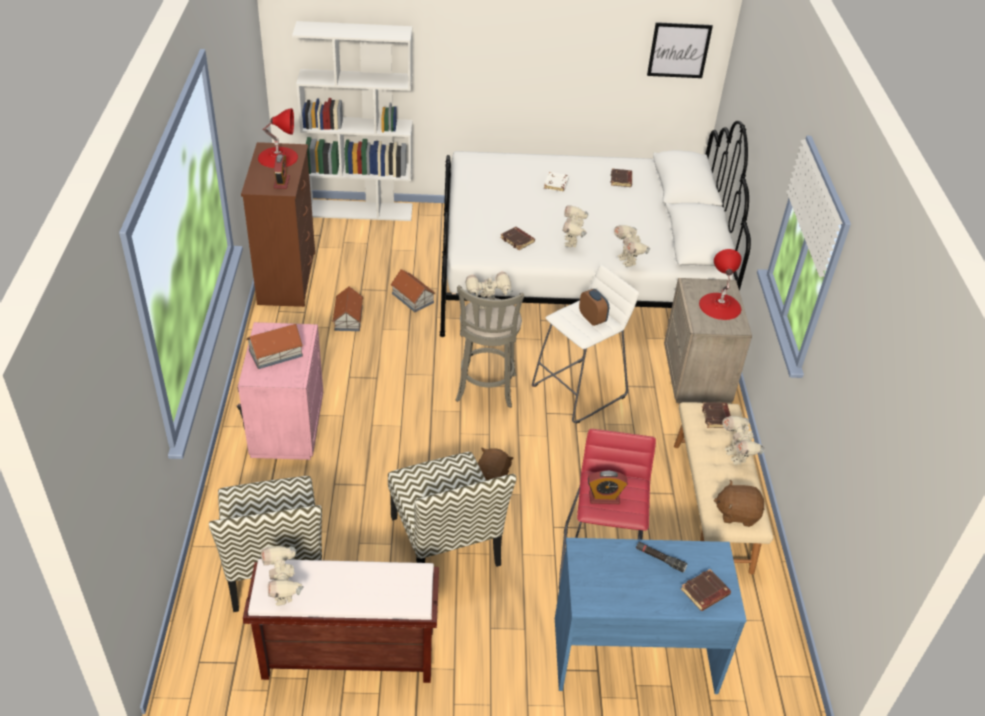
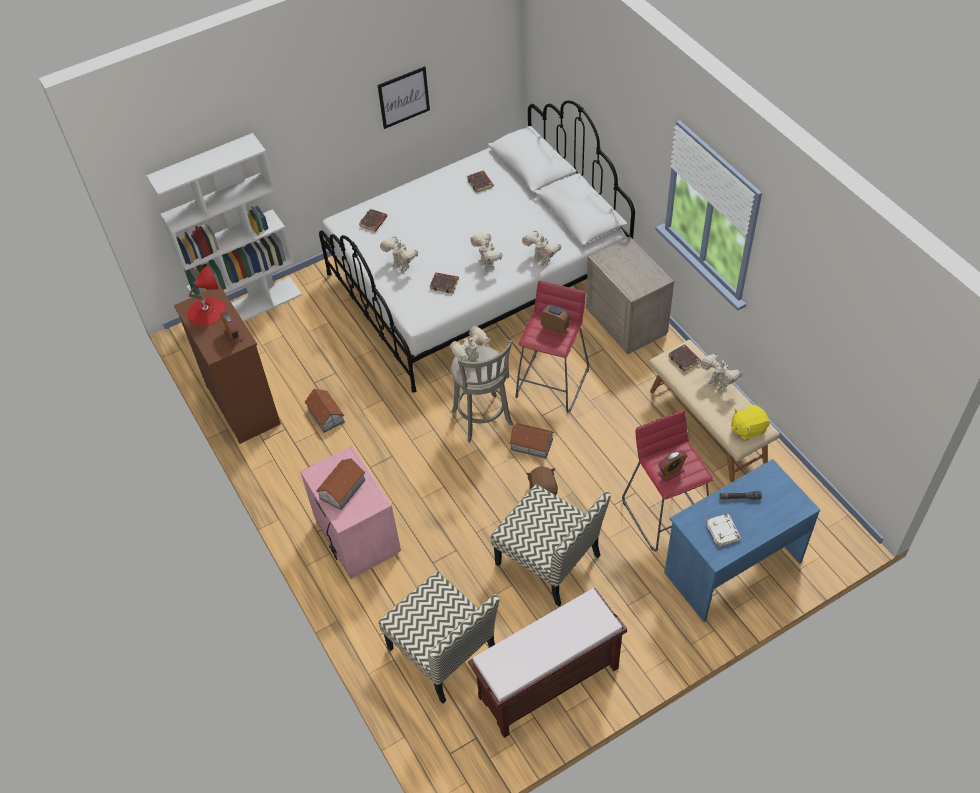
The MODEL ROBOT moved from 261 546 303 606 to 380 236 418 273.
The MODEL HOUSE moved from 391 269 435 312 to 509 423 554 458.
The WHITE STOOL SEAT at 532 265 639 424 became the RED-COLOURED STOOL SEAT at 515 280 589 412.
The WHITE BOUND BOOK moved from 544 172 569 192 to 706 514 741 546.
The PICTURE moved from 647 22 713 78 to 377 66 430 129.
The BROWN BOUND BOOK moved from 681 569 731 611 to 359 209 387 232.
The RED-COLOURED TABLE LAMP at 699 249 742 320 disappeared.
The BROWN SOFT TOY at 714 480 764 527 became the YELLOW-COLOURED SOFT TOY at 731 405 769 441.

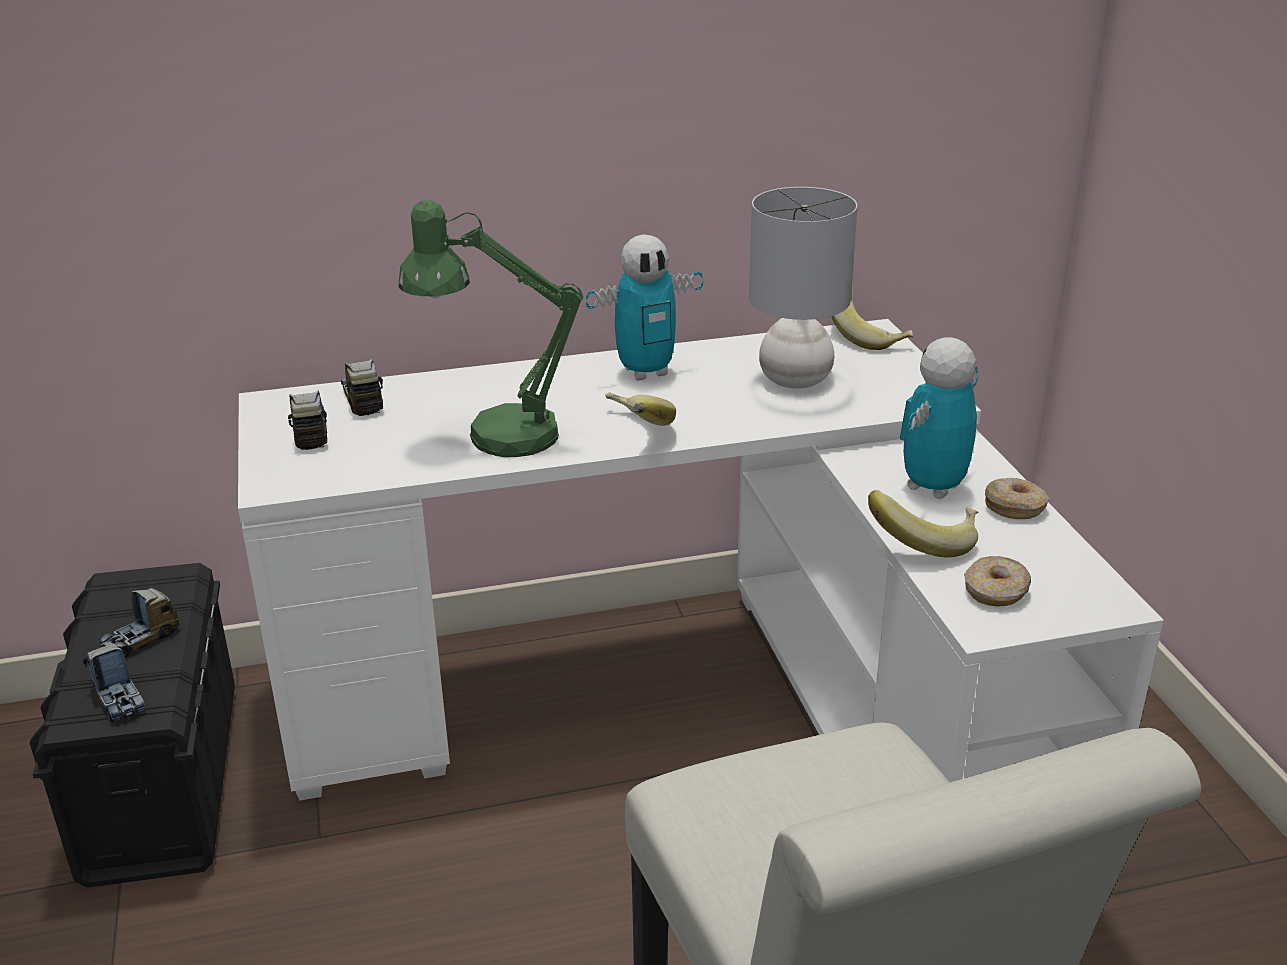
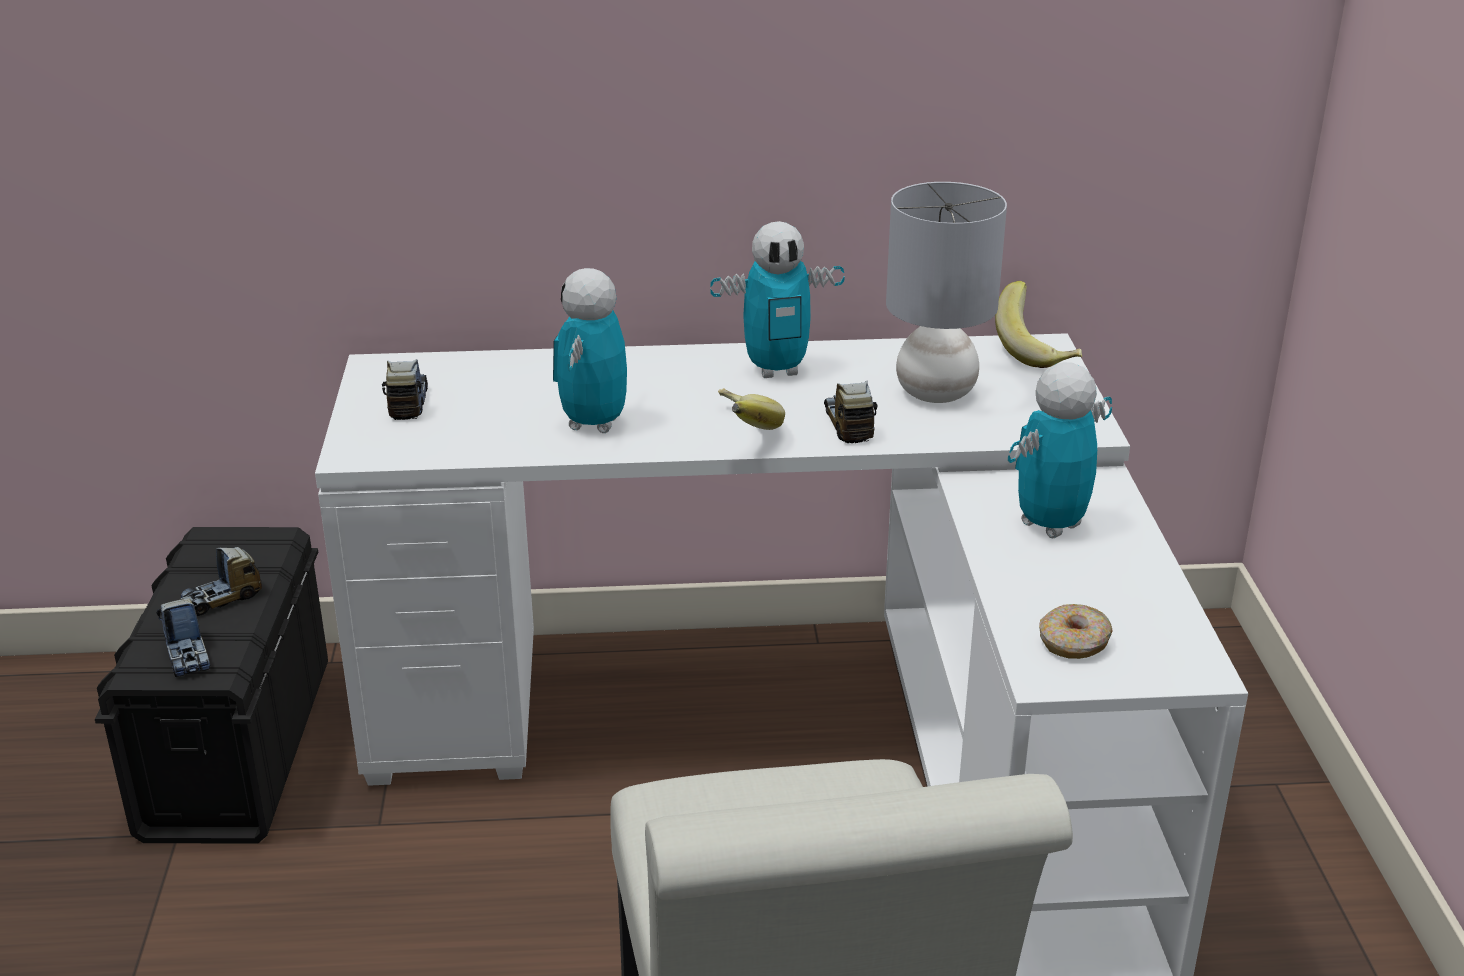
The MODEL TRUCK moved from 341 359 383 416 to 824 380 877 443.
The GREEN-COLOURED TABLE LAMP at 399 200 583 457 was replaced by the MODEL ROBOT at 553 268 627 433.
The WHOLE BANANA at 868 490 978 557 disappeared.
The DONUT at 985 478 1049 519 disappeared.

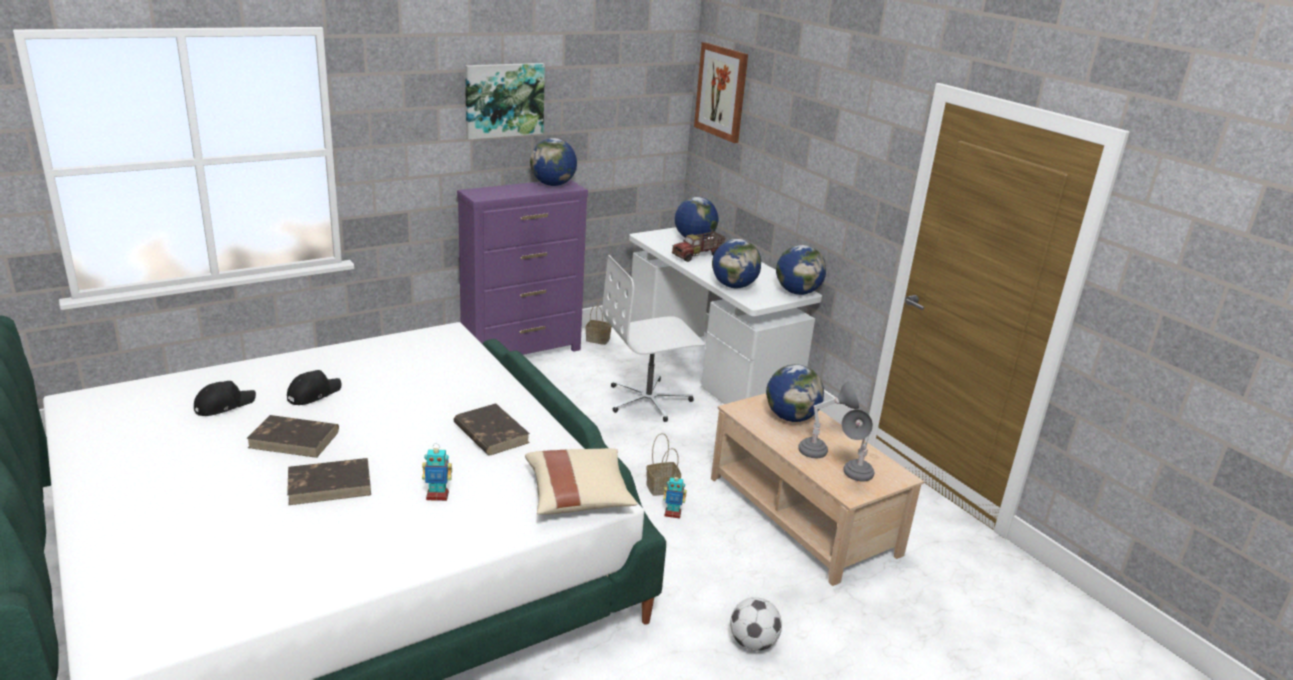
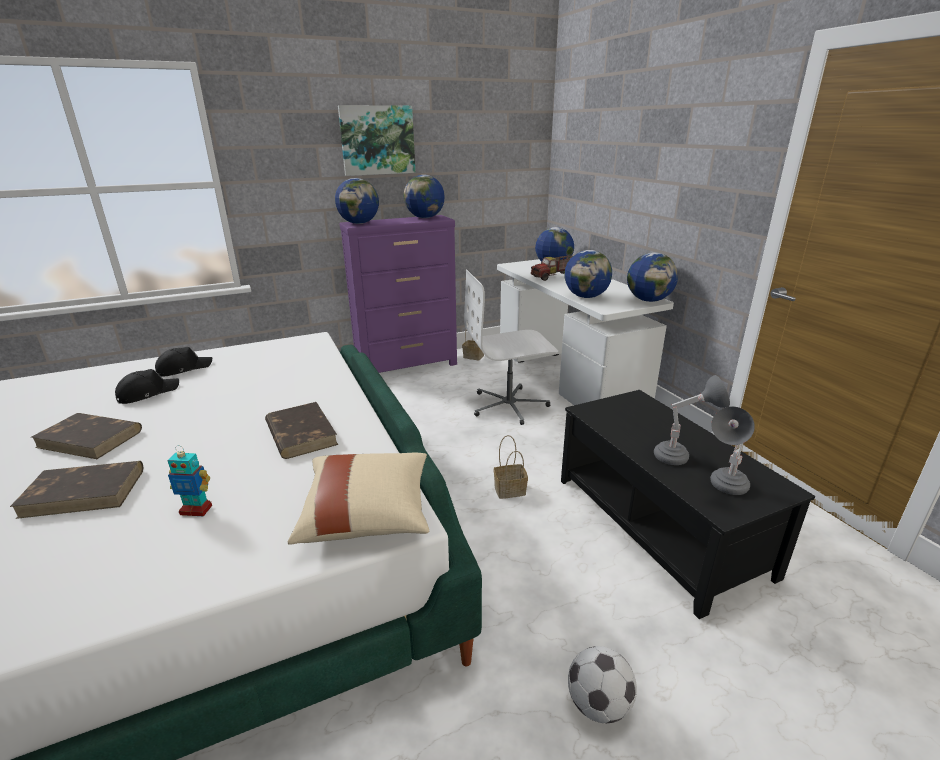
The BLACKISH CAP moved from 194 381 256 416 to 155 347 212 376.
The MODEL ROBOT at 663 474 687 519 disappeared.
The PICTURE at 694 42 748 143 disappeared.
The BEIGE-COLOURED LOW TABLE at 711 393 924 586 became the BLACKISH LOW TABLE at 561 390 815 619.
The WORLD GLOBE moved from 766 364 824 422 to 335 178 379 224.

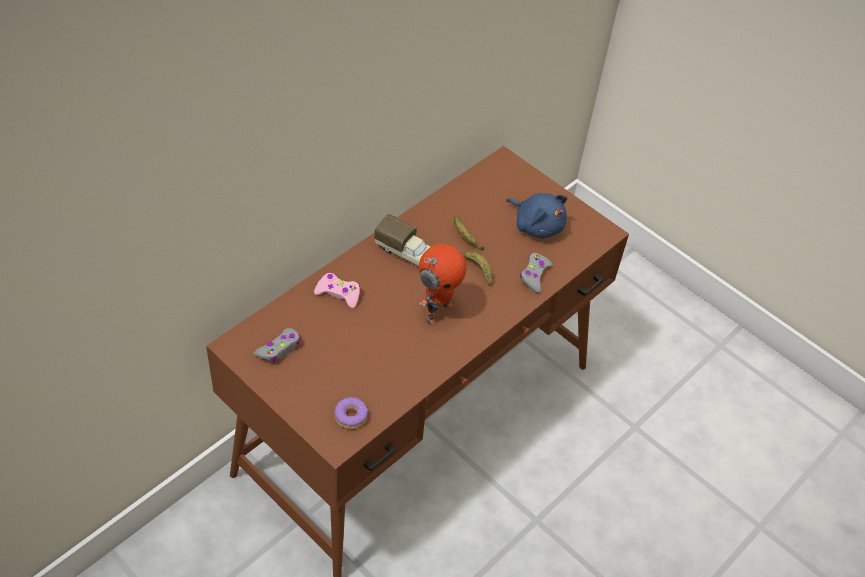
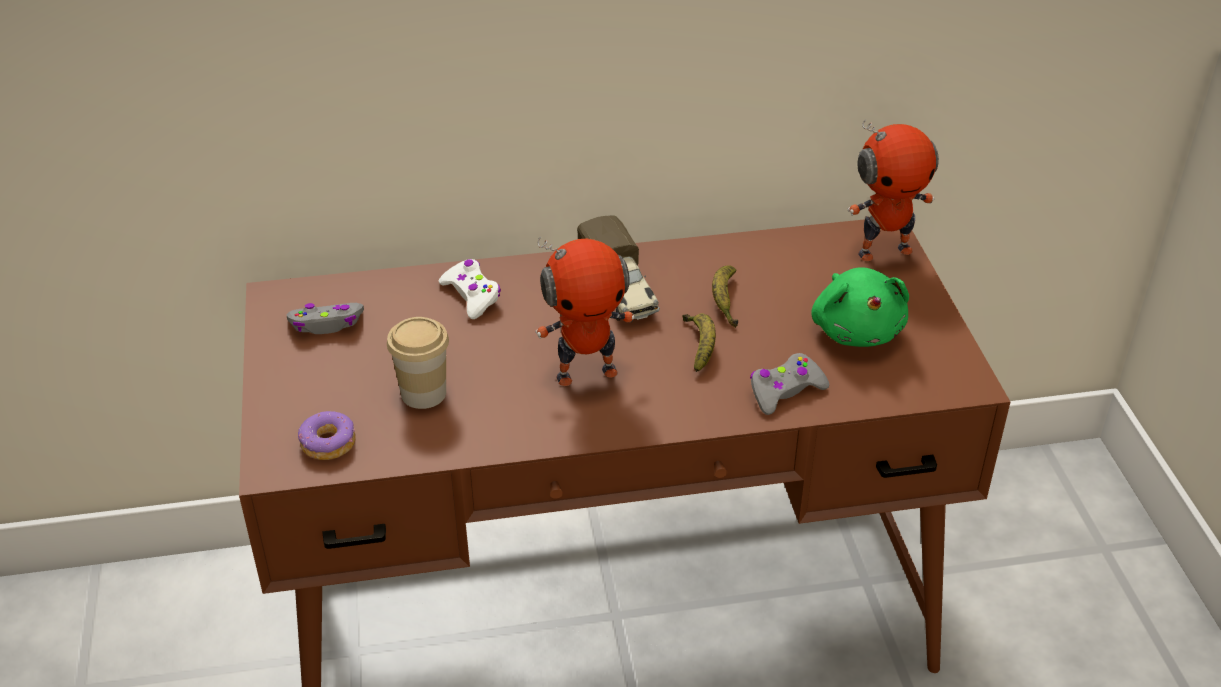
The PINK GAMEPAD at 314 273 360 308 became the WHITE GAMEPAD at 439 259 501 319.
The BLUE-COLOURED SOFT TOY at 506 193 567 238 became the GREEN-COLOURED SOFT TOY at 811 267 909 347.
The DRINKING CUP at 387 317 449 409 appeared.
The MODEL ROBOT at 847 119 939 261 appeared.

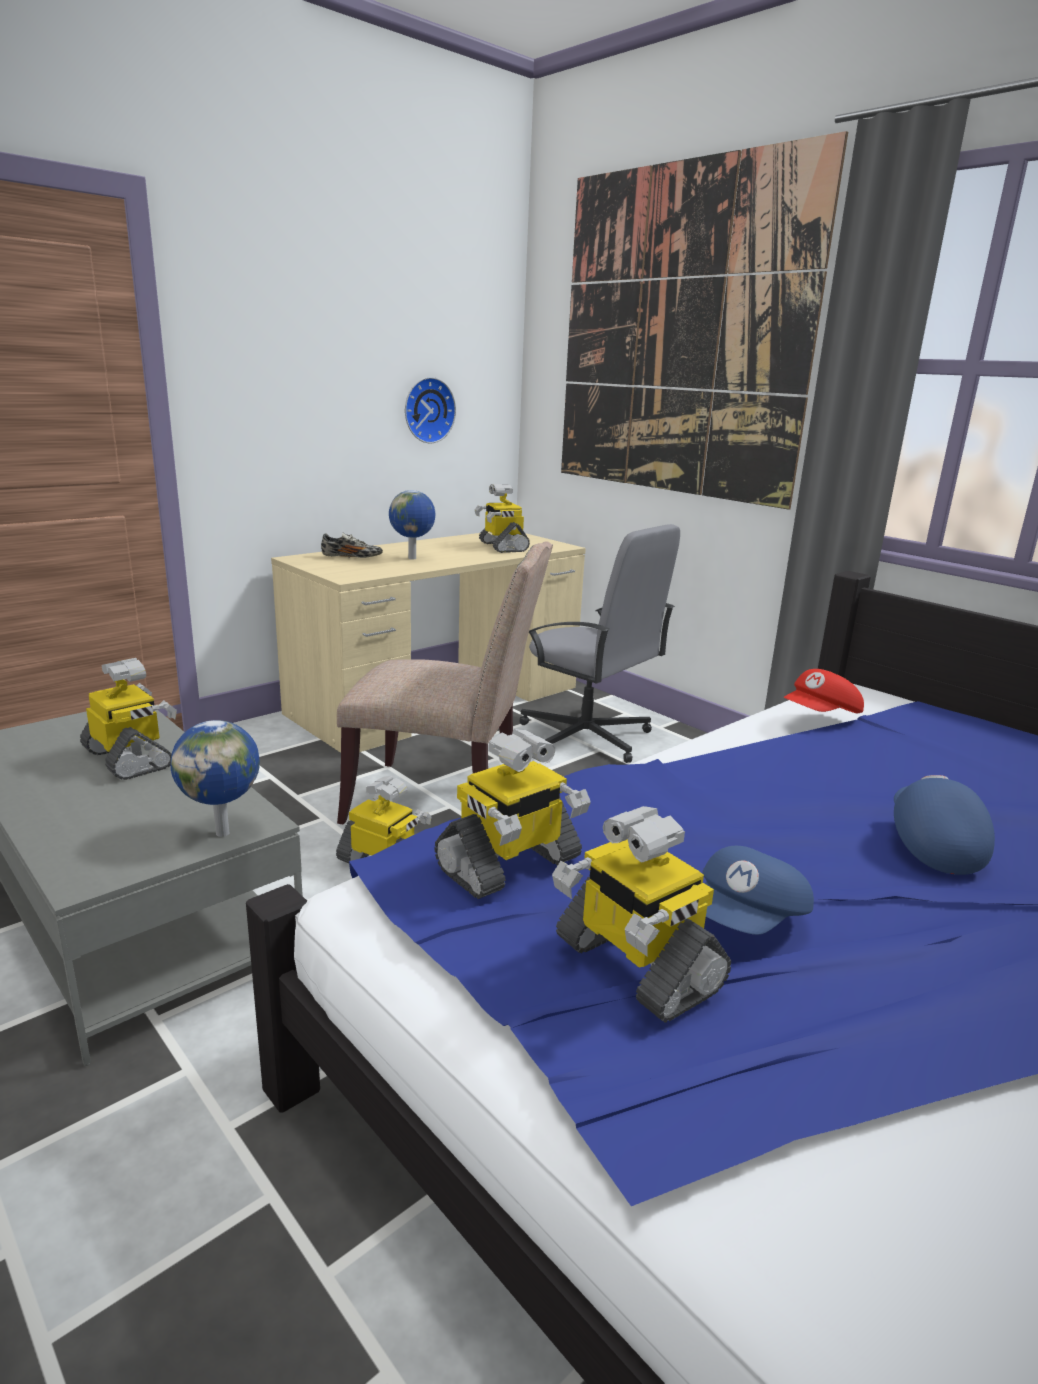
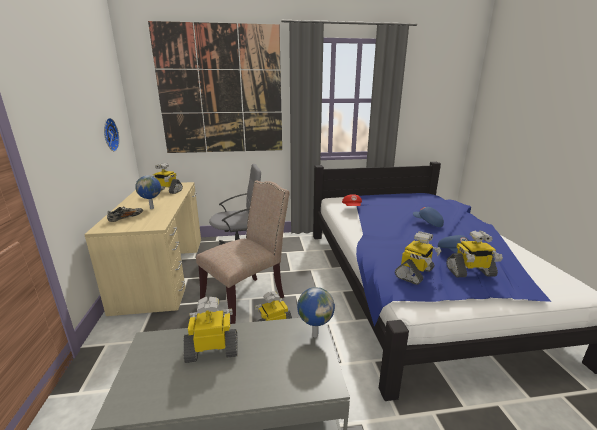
The MODEL ROBOT at 435 729 591 899 turned 45 degrees clockwise.

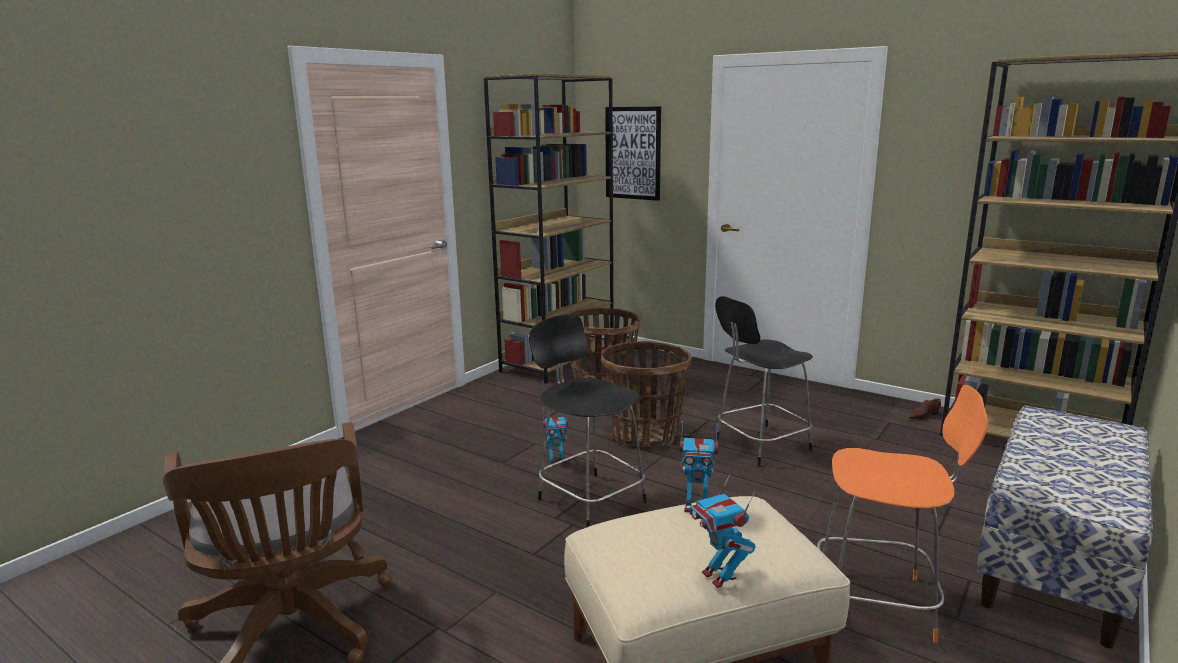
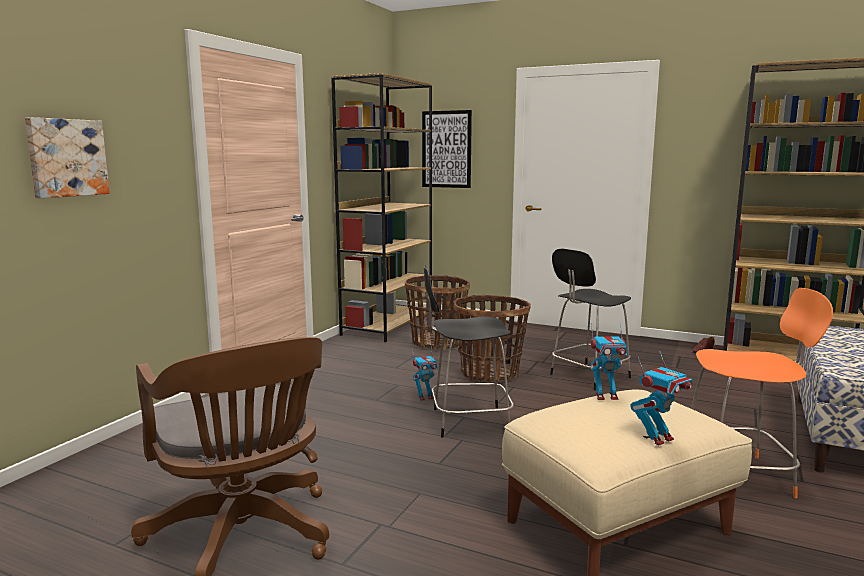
The BLACKISH CHAIR at 529 314 647 528 turned 45 degrees counterclockwise.
The MODEL ROBOT at 690 475 755 588 turned 90 degrees counterclockwise.
The PICTURE at 25 117 110 198 appeared.

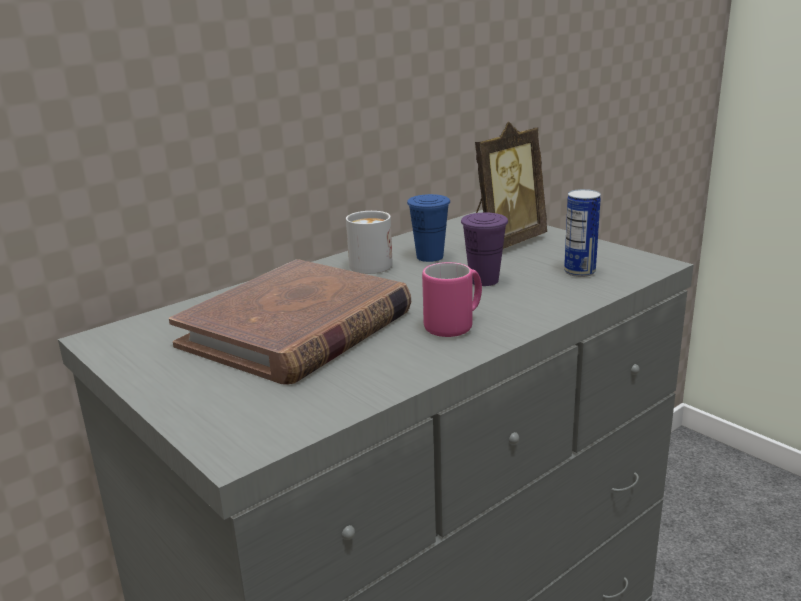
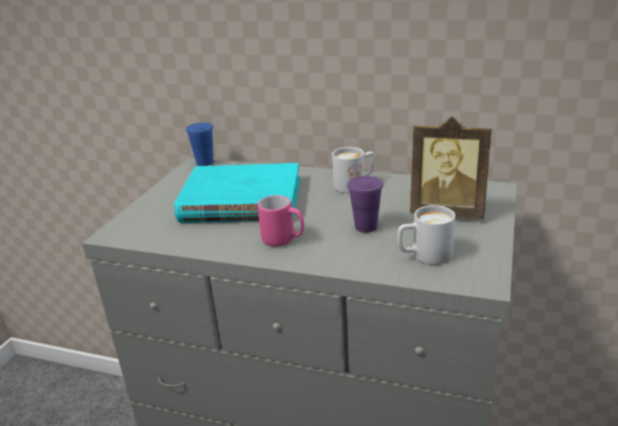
The BROWN BOUND BOOK at 169 259 412 384 became the TURQUOISE BOUND BOOK at 174 163 300 223.
The BLUE-COLOURED DRINKING CUP moved from 407 194 450 262 to 186 123 213 166.
The METAL CAN at 564 189 601 277 was replaced by the WHITE MUG at 397 205 455 264.

